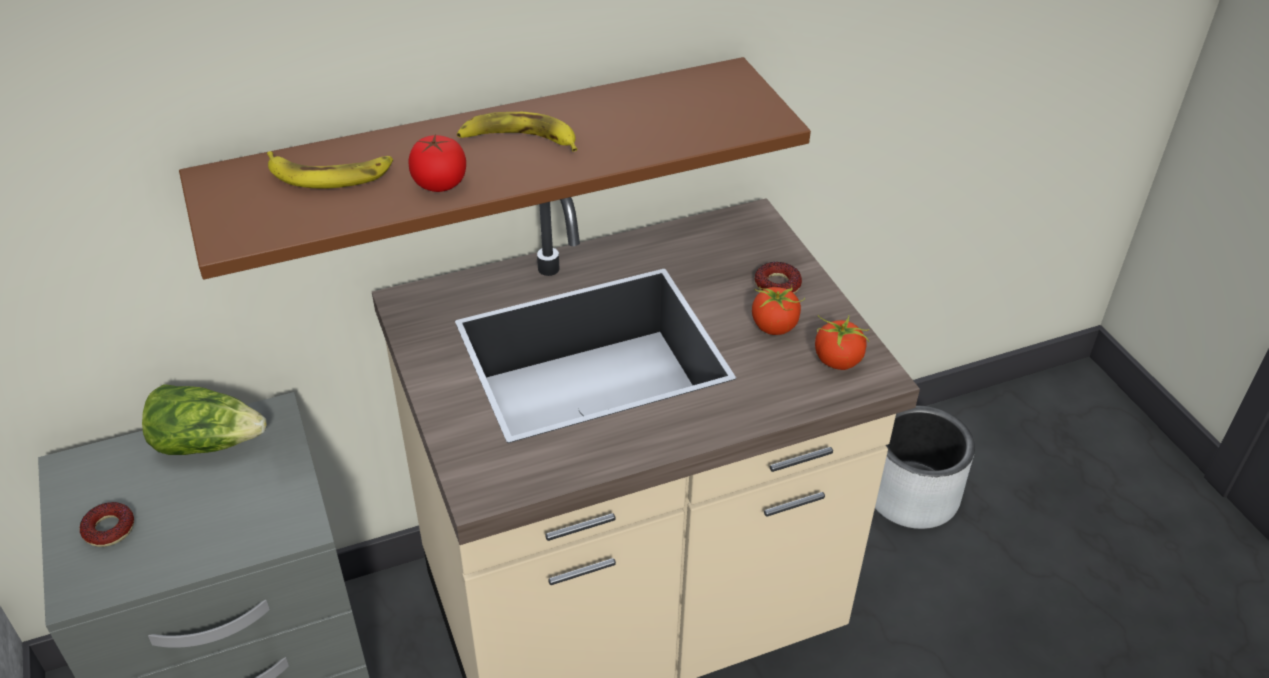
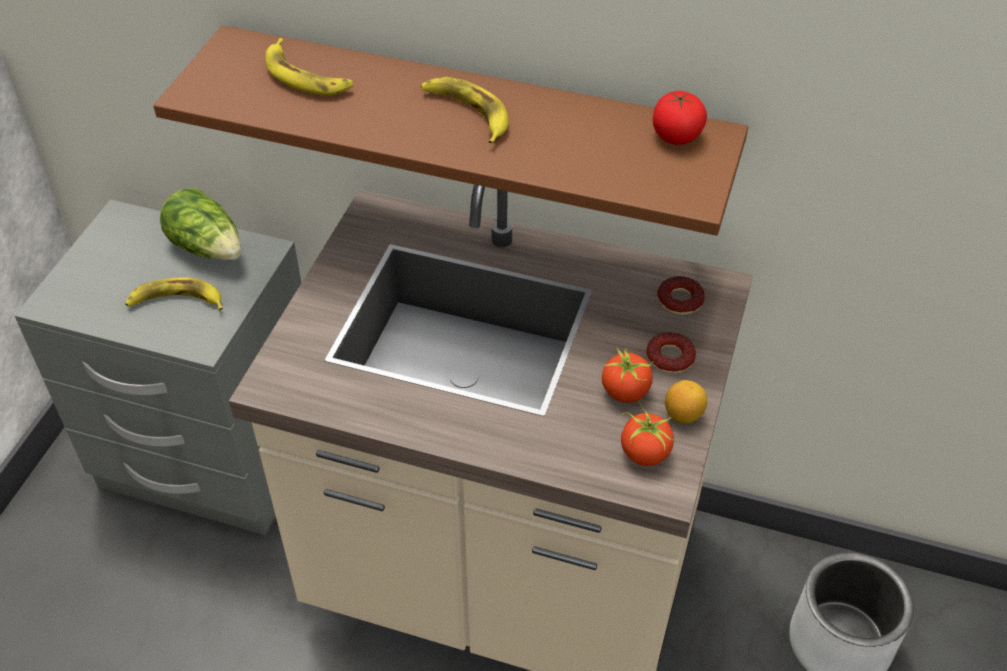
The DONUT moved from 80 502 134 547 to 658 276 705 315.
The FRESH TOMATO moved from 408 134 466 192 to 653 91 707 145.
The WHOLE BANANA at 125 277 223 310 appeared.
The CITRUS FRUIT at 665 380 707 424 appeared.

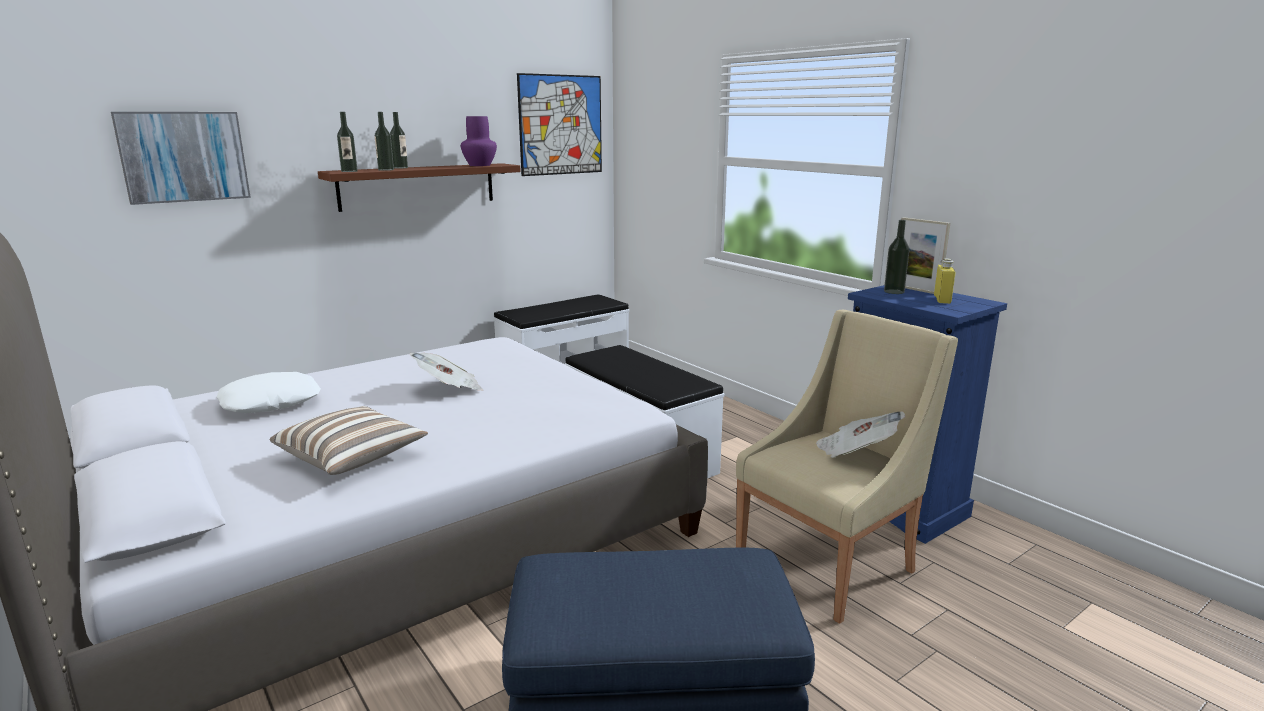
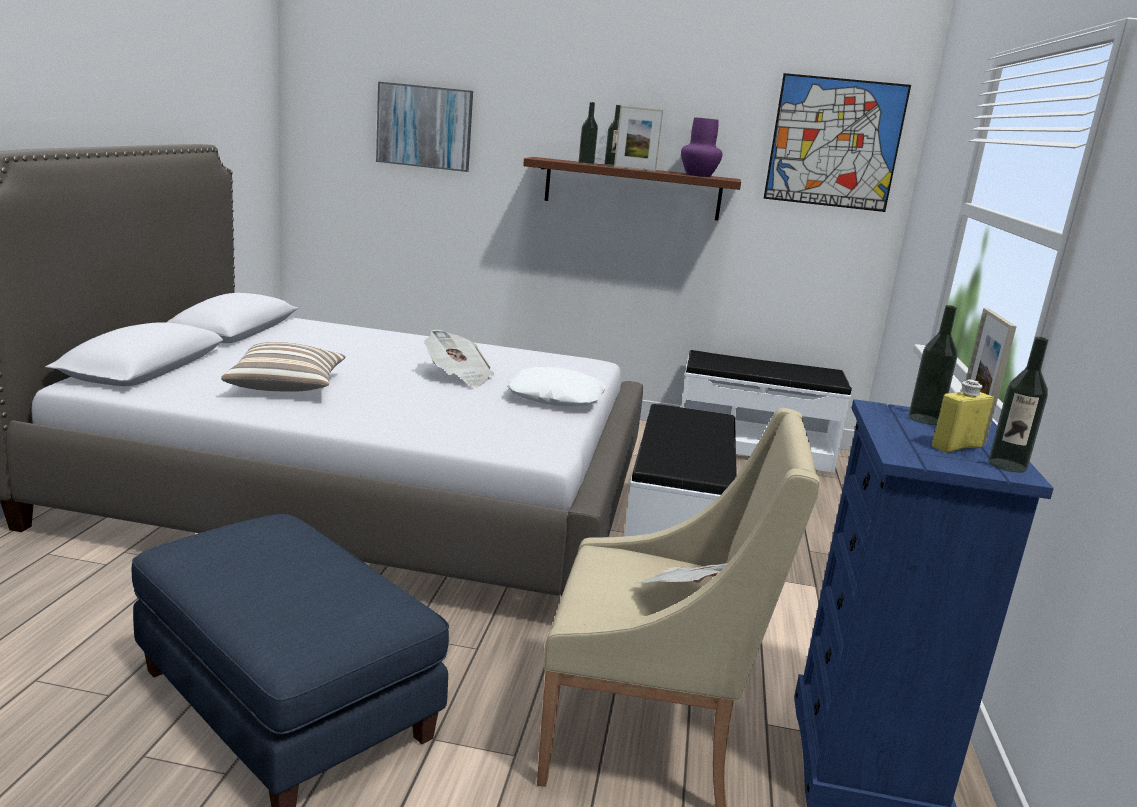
The WHITE CUSHION moved from 216 372 321 413 to 507 367 605 406.
The DRINK BOTTLE moved from 337 112 358 172 to 989 337 1049 473.
The PHOTO FRAME at 614 106 663 171 appeared.

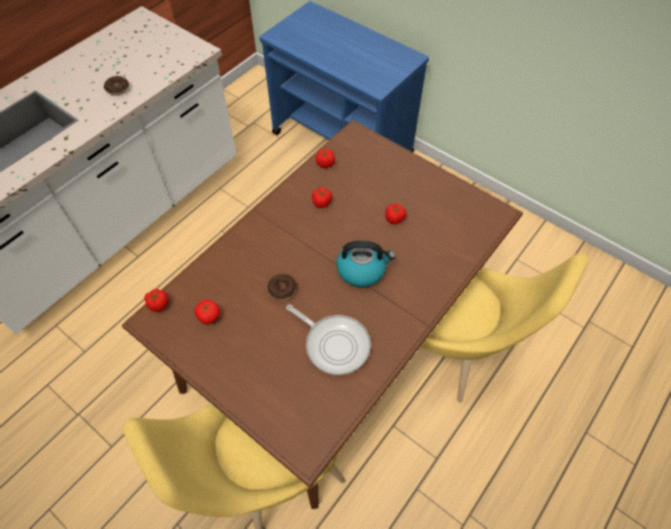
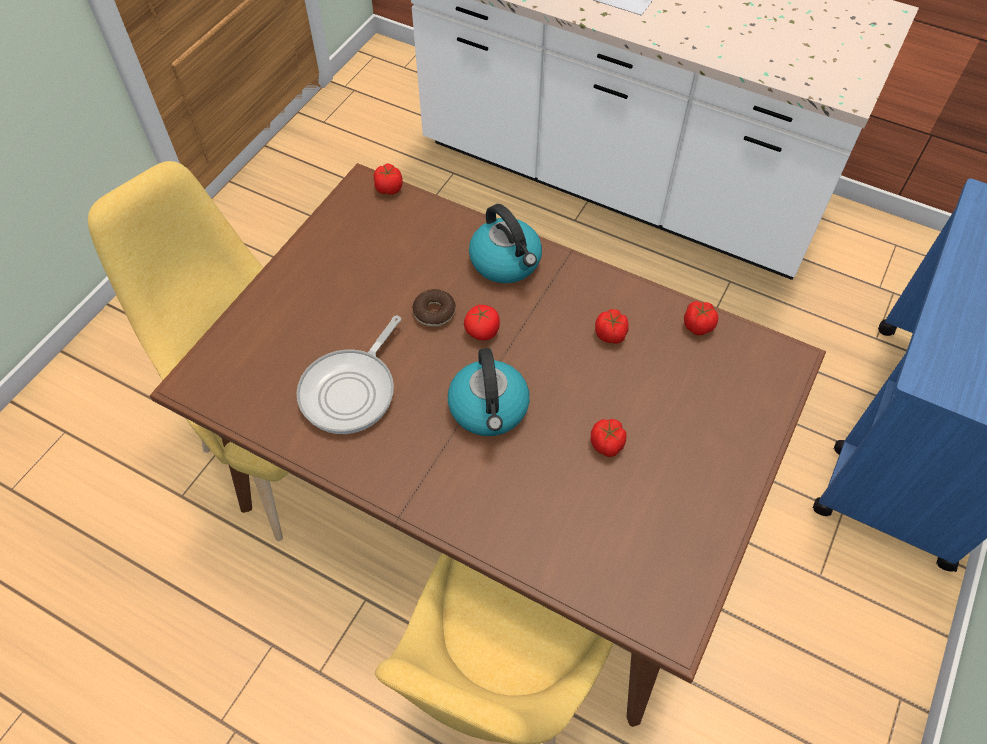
The DONUT at 104 76 129 95 disappeared.
The FRESH TOMATO moved from 195 300 220 324 to 464 305 500 340.
The TEA KETTLE at 469 204 542 283 appeared.

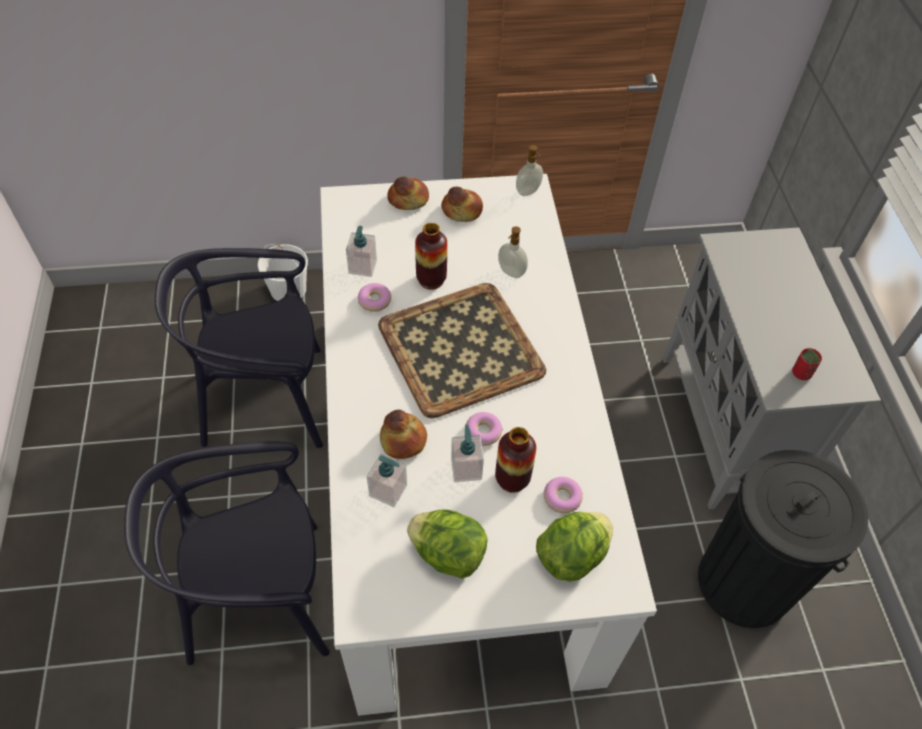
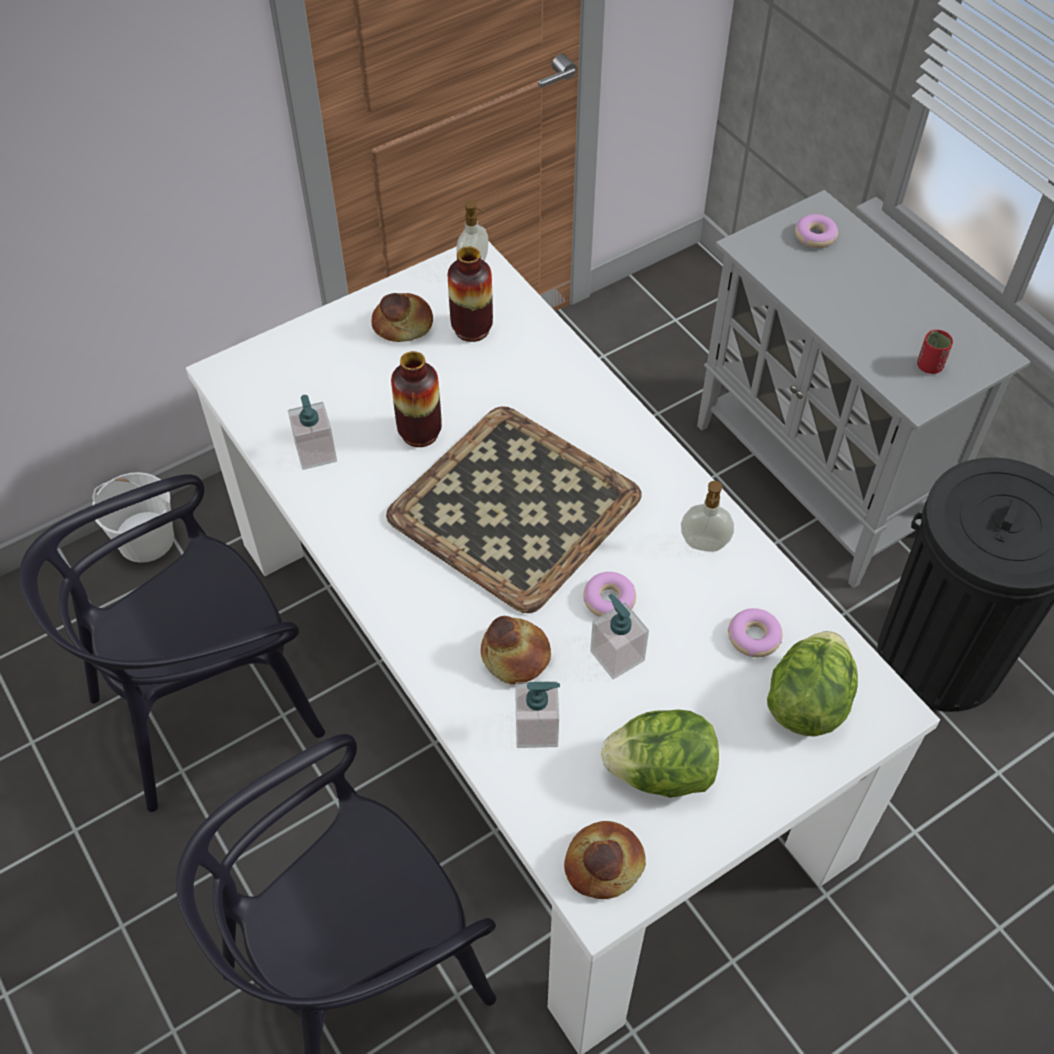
The DONUT moved from 358 283 391 312 to 795 214 838 248.
The BAKERY BREAD moved from 387 177 429 210 to 564 821 646 899.
The FLOWER VASE moved from 495 427 536 493 to 448 246 493 342.
The LIQUID SOAP BOTTLE moved from 498 226 528 278 to 681 481 734 552.

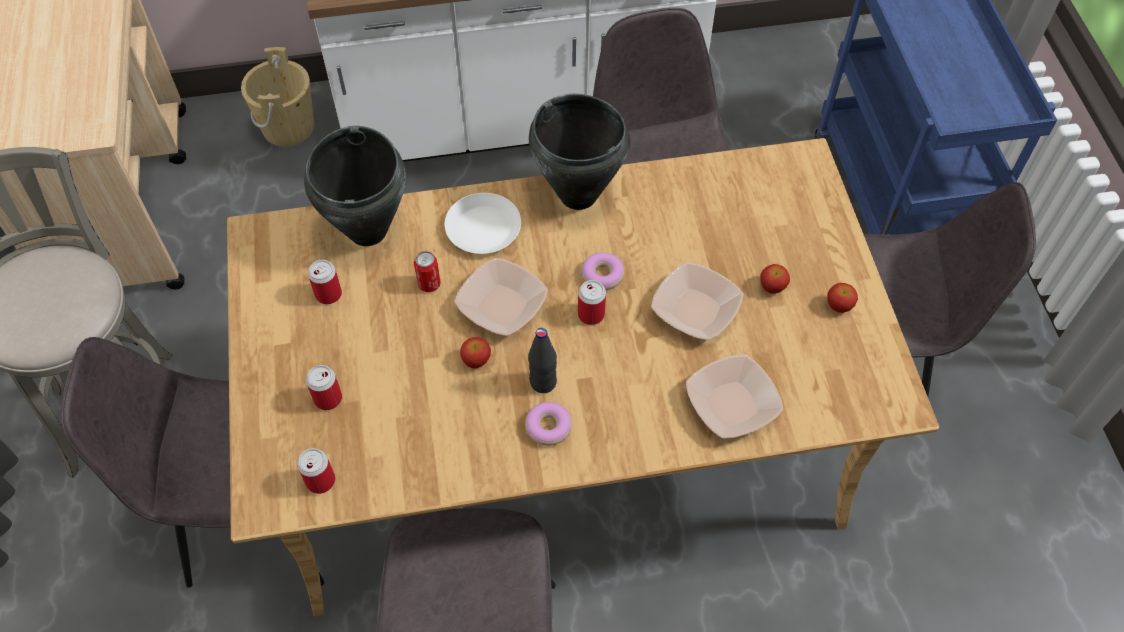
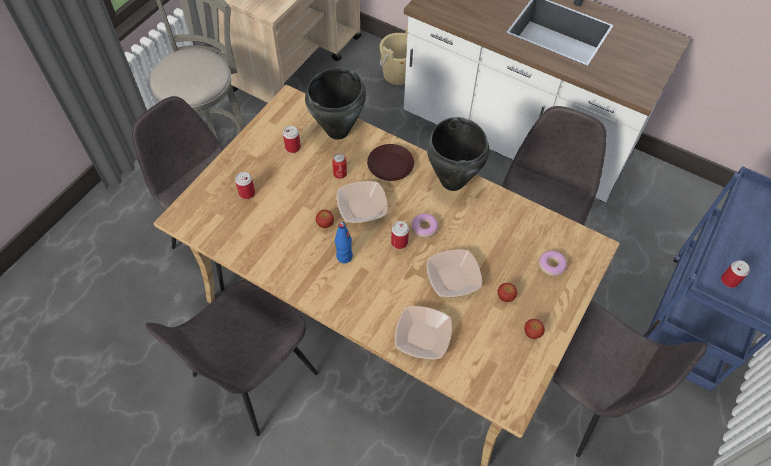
The METAL CAN moved from 297 448 335 494 to 721 260 750 288.
The WHITE FLAT DISH at 445 193 521 254 became the BROWN FLAT DISH at 367 144 414 181.
The DONUT moved from 525 402 572 446 to 539 251 567 276.
The BLACKISH DRINK BOTTLE at 528 328 557 393 became the BLUE-COLOURED DRINK BOTTLE at 335 222 353 263.

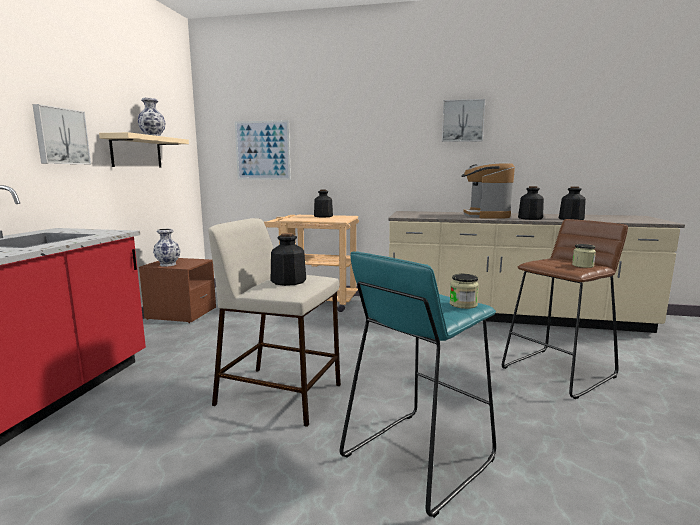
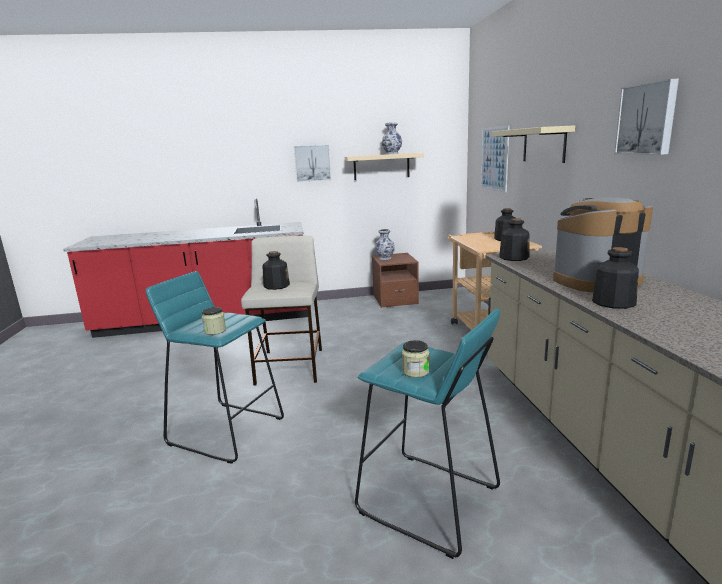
The BROWN STOOL SEAT at 502 219 628 399 became the TURQUOISE STOOL SEAT at 355 309 500 559.
The DRINK BOTTLE moved from 559 186 586 220 to 499 218 529 261.
The BEIGE-COLOURED BRACKET SHELF at 492 125 575 163 appeared.

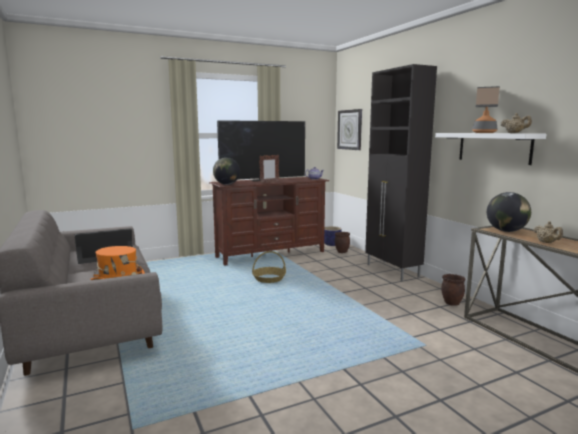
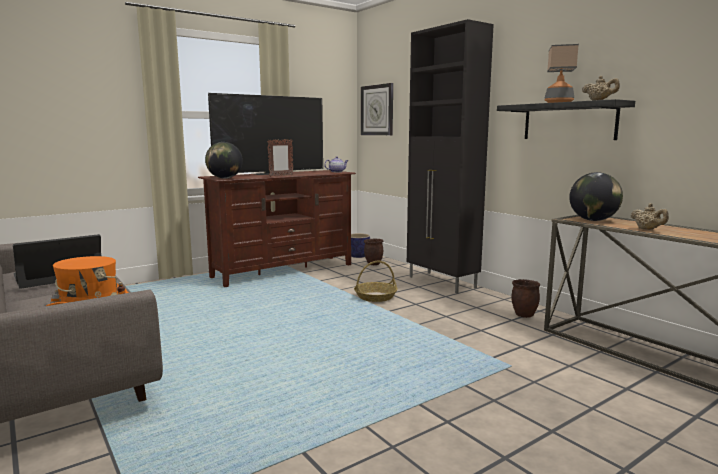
The HOUSEHOLD BASKET moved from 252 251 286 283 to 354 261 398 302.
The WHITE BRACKET SHELF at 435 133 546 165 became the BLACKISH BRACKET SHELF at 497 99 635 140.

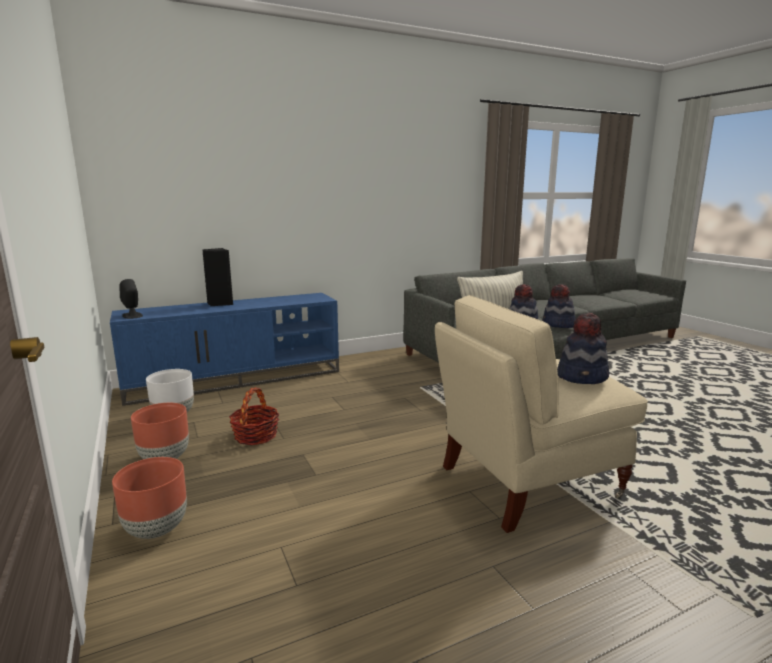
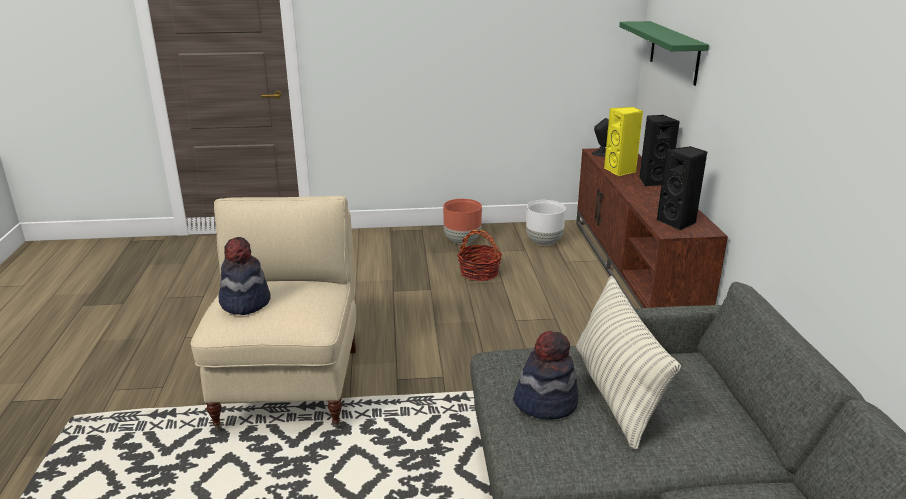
The BLUE-COLOURED TV UNIT at 110 293 339 406 became the BROWN TV UNIT at 576 148 728 309.
The BROWN PLANT POT at 112 457 187 539 disappeared.
The CLOTHING HAT at 543 284 576 328 disappeared.
The YELLOW-COLOURED AUDIO SPEAKER at 604 107 643 176 appeared.
The GREEN-COLOURED BRACKET SHELF at 619 21 709 86 appeared.
The BLACKISH AUDIO SPEAKER at 657 146 707 231 appeared.

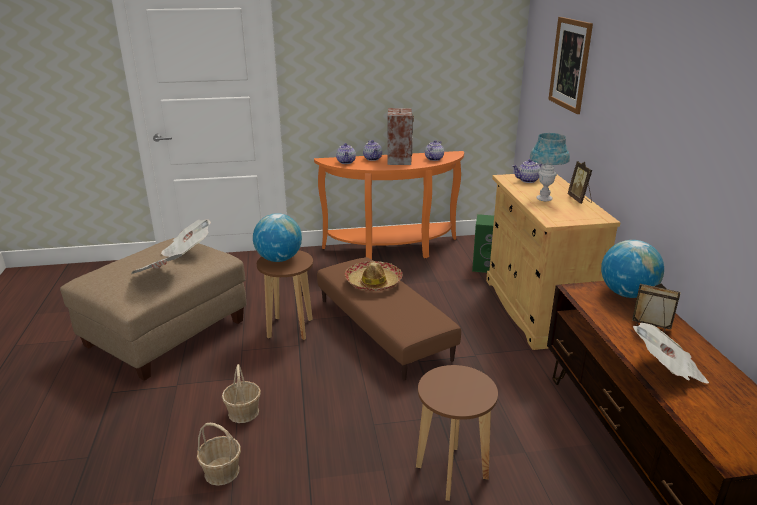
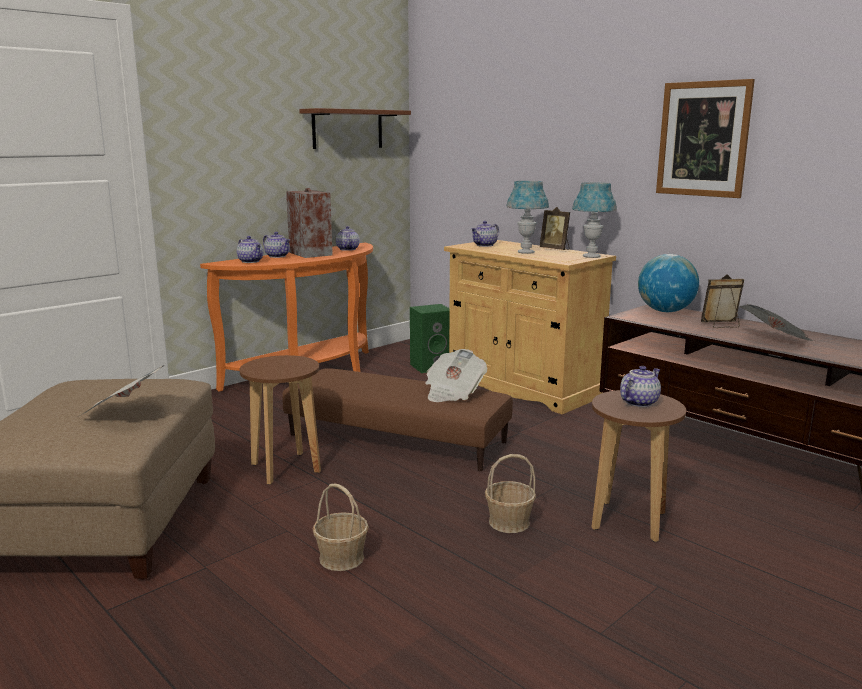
The NEWSPAPER moved from 161 219 211 257 to 425 349 487 402.
The HOUSEHOLD BASKET moved from 197 423 241 486 to 485 454 536 533.
The WORLD GLOBE at 253 213 302 262 disappeared.
The CLOTHING HAT at 345 261 403 291 disappeared.
The PICTURE moved from 548 17 593 114 to 656 79 755 198.
The BROWN BRACKET SHELF at 299 108 411 149 appeared.
The BLUE-COLOURED TABLE LAMP at 572 182 617 258 appeared.
The TEAPOT at 620 366 661 407 appeared.

